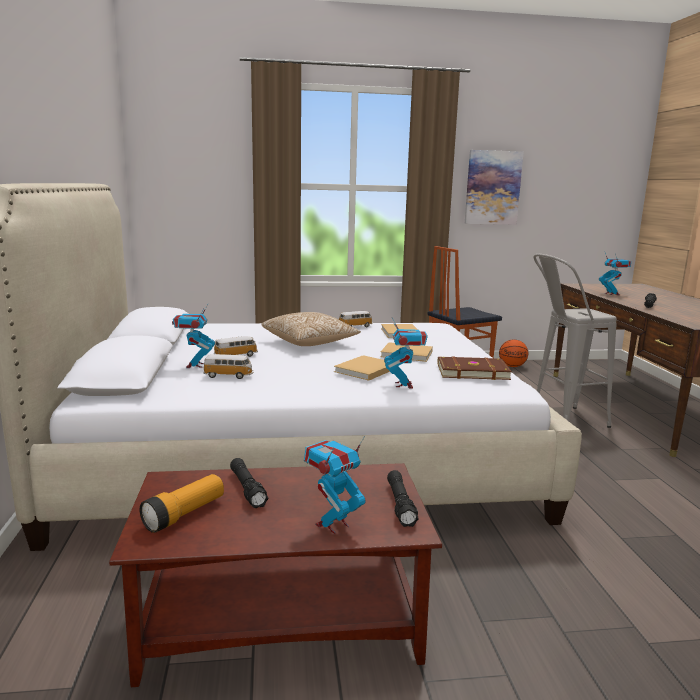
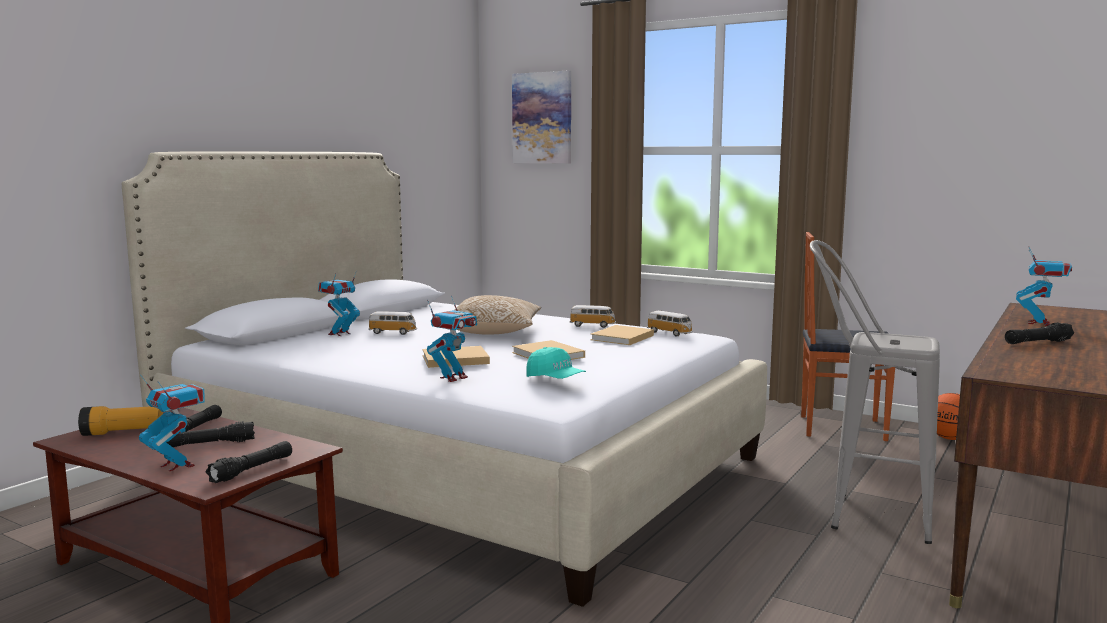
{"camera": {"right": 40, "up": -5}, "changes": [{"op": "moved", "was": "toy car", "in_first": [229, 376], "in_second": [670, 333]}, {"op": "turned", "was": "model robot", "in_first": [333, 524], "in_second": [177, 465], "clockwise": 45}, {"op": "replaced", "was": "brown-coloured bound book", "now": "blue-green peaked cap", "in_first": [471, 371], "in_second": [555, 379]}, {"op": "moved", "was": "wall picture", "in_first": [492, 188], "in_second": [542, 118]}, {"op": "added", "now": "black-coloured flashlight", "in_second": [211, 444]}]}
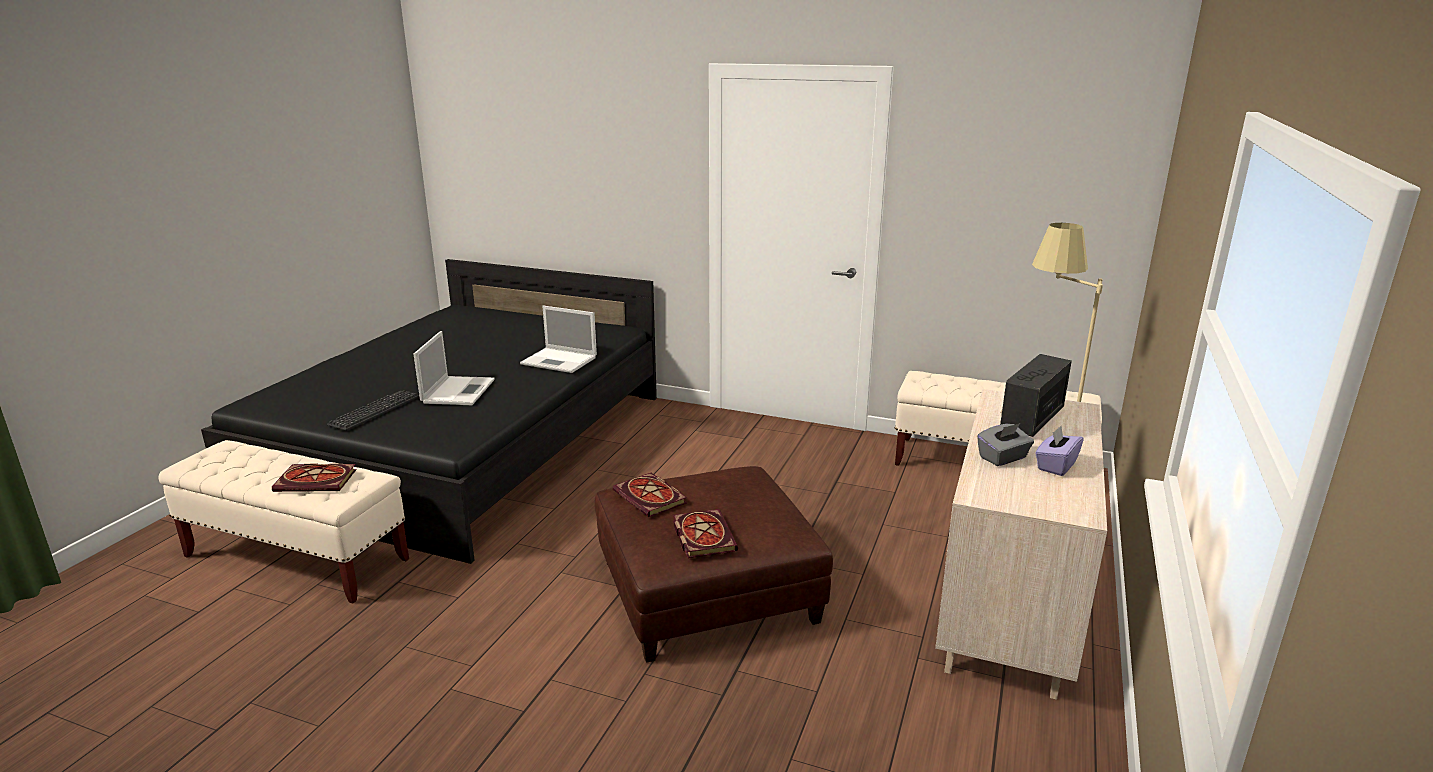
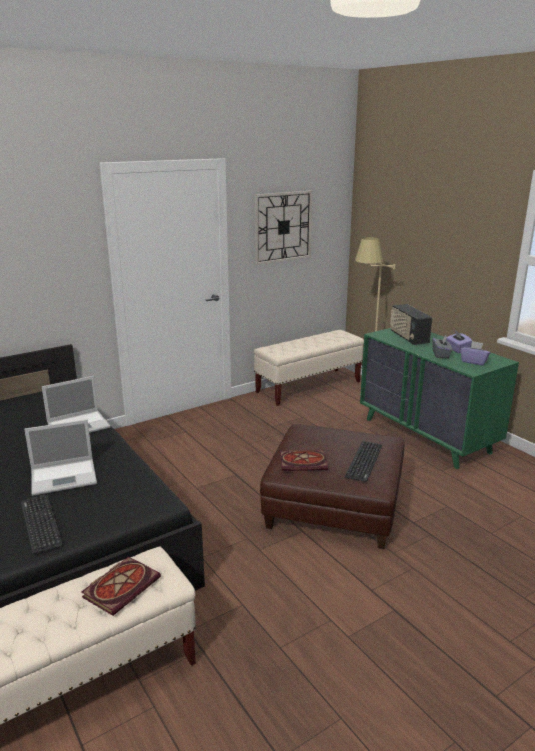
{"camera": {"right": -55, "up": 0}, "changes": [{"op": "turned", "was": "notebook computer", "in_first": [458, 391], "in_second": [65, 476], "clockwise": 120}, {"op": "replaced", "was": "bound book", "now": "keyboard", "in_first": [702, 535], "in_second": [364, 461]}, {"op": "recoloured", "was": "beige drawer chest", "now": "green drawer chest", "in_first": [1009, 611], "in_second": [427, 436]}, {"op": "added", "now": "clock on the wall", "in_second": [283, 227]}, {"op": "added", "now": "purplish tissue holder", "in_second": [474, 362]}]}
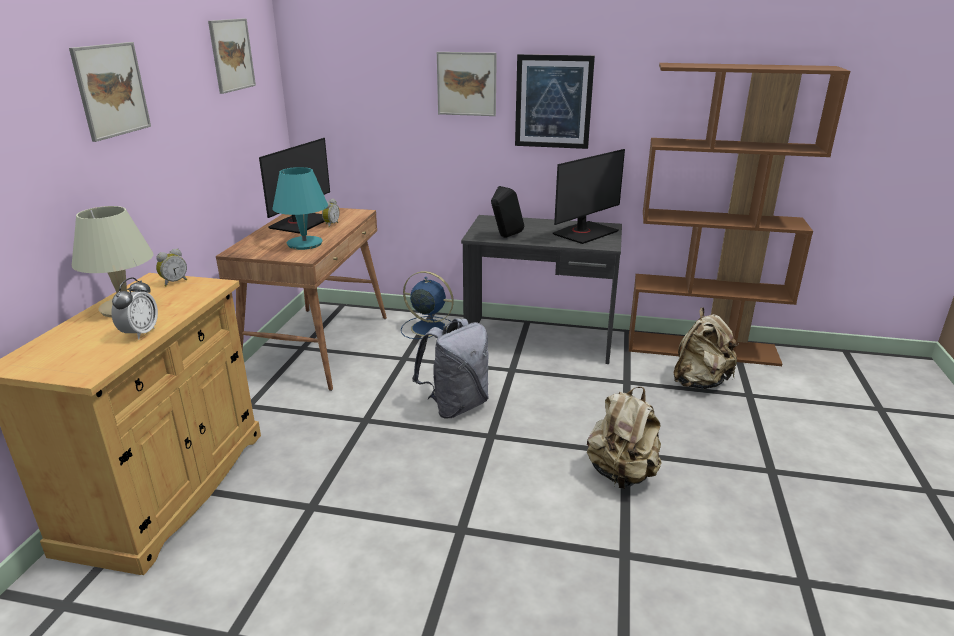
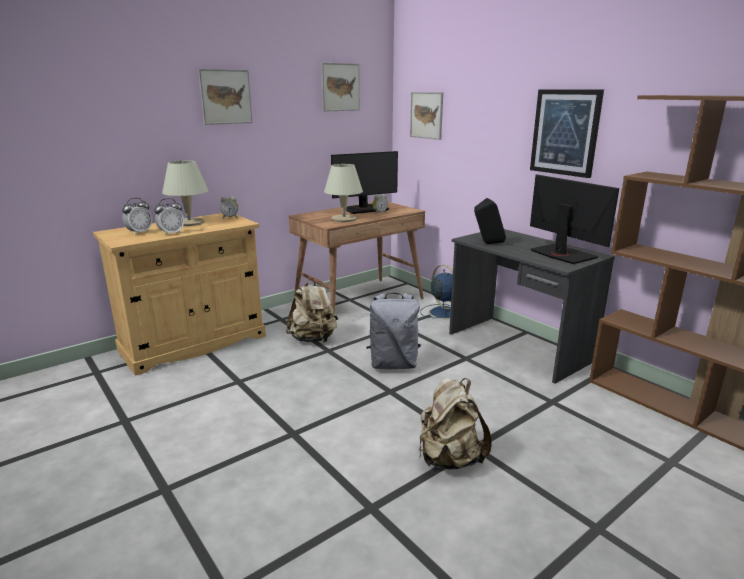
{"camera": {"right": 40, "up": -5}, "changes": [{"op": "recoloured", "was": "blue-green lamp for a table", "now": "beige lamp for a table", "in_first": [305, 243], "in_second": [344, 219]}, {"op": "moved", "was": "wall picture", "in_first": [466, 84], "in_second": [426, 115]}, {"op": "turned", "was": "monitor", "in_first": [584, 233], "in_second": [562, 254], "clockwise": -120}, {"op": "moved", "was": "beige rucksack", "in_first": [700, 382], "in_second": [313, 339]}, {"op": "added", "now": "alarm clock", "in_second": [139, 233]}]}
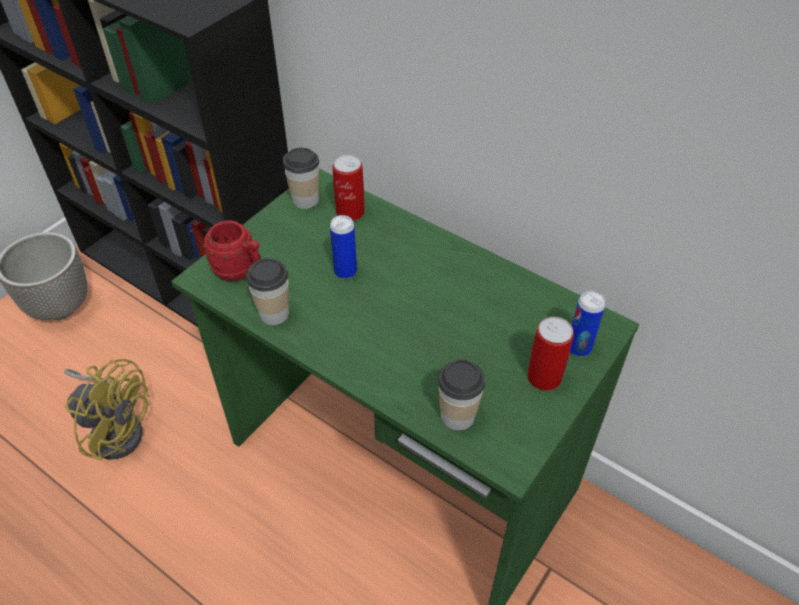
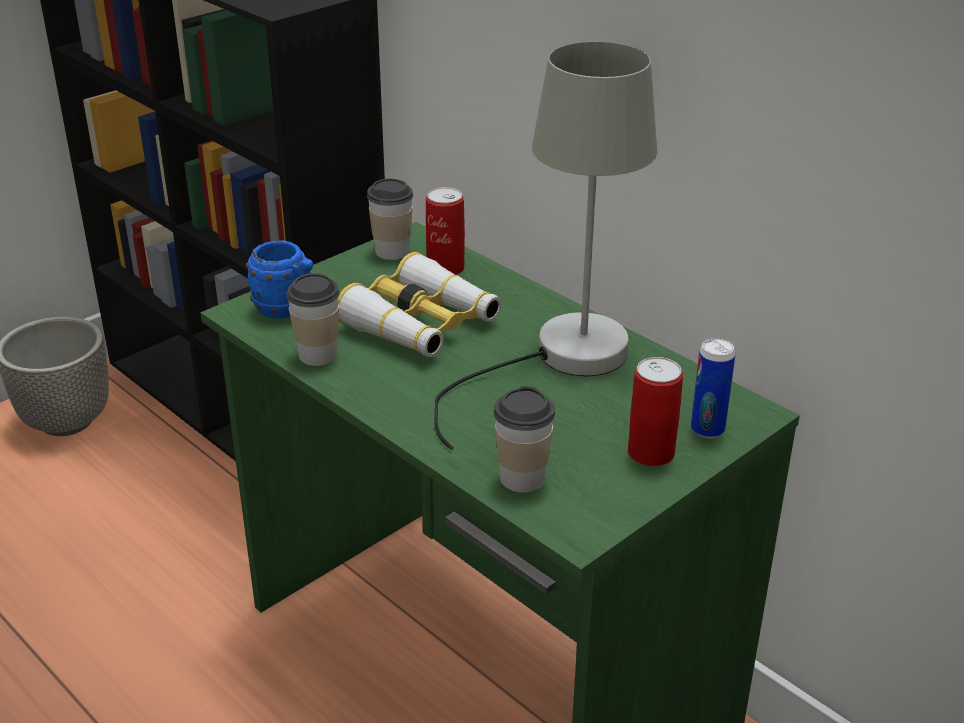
{"camera": {"right": 10, "up": -15}, "changes": [{"op": "removed", "was": "yellow fan", "in_first": [116, 428]}, {"op": "recoloured", "was": "red-coloured coffee mug", "now": "blue-coloured coffee mug", "in_first": [241, 272], "in_second": [288, 312]}, {"op": "replaced", "was": "can", "now": "binoculars", "in_first": [345, 271], "in_second": [421, 324]}, {"op": "added", "now": "greyish lamp for a table", "in_second": [559, 361]}]}
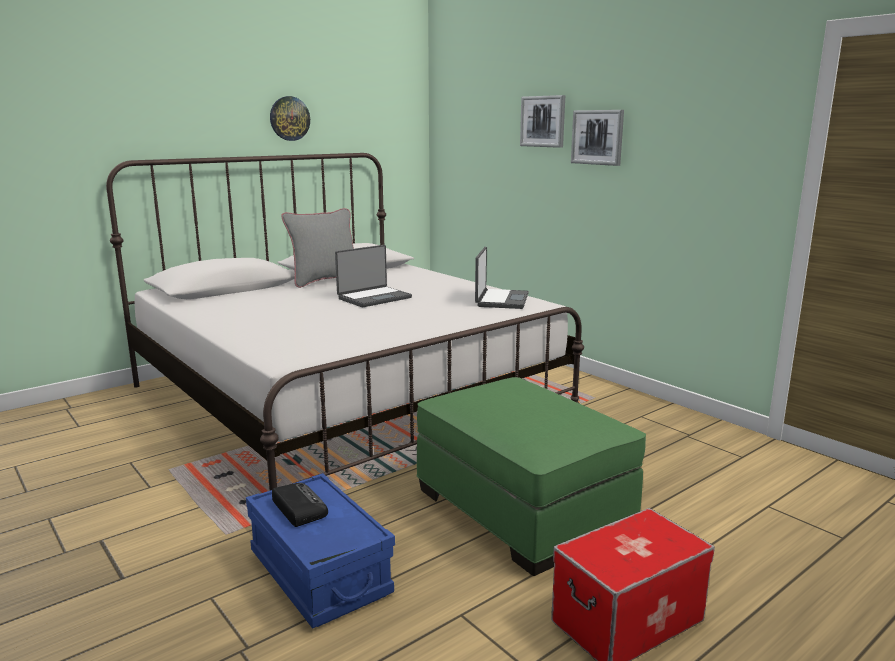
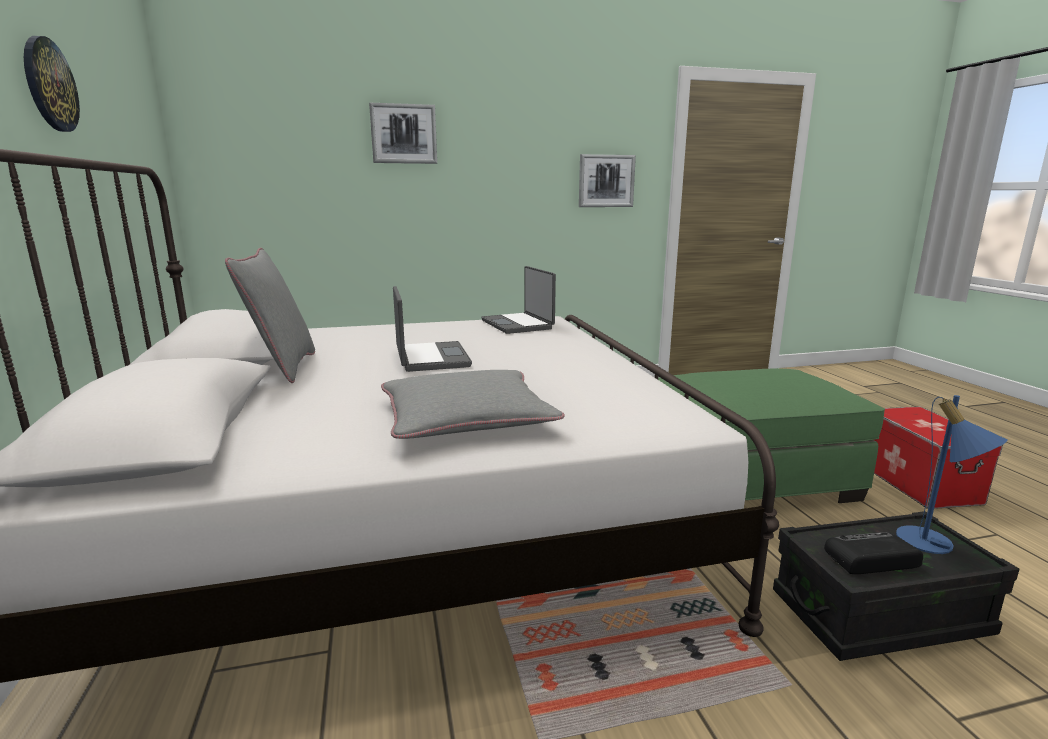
{"camera": {"right": -65, "up": 0}, "changes": [{"op": "recoloured", "was": "blue-coloured storage bin", "now": "black-coloured storage bin", "in_first": [319, 573], "in_second": [878, 614]}, {"op": "turned", "was": "notebook computer", "in_first": [501, 300], "in_second": [518, 324], "clockwise": -150}, {"op": "moved", "was": "wall picture", "in_first": [597, 137], "in_second": [606, 181]}, {"op": "added", "now": "greyish throw pillow", "in_second": [466, 417]}, {"op": "added", "now": "blue-coloured lamp for a table", "in_second": [933, 545]}]}
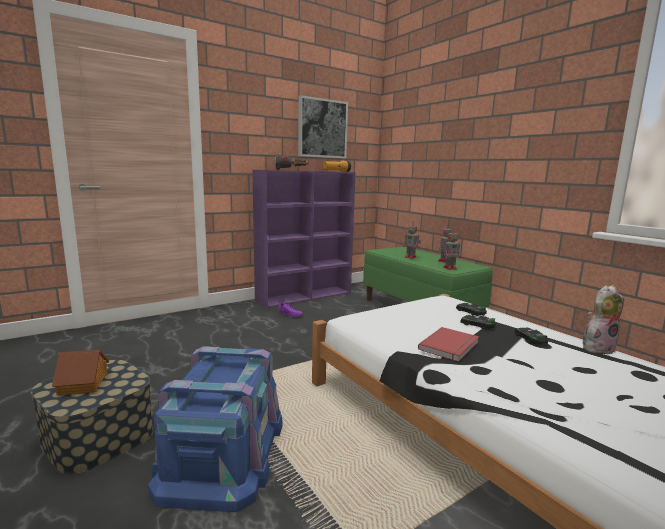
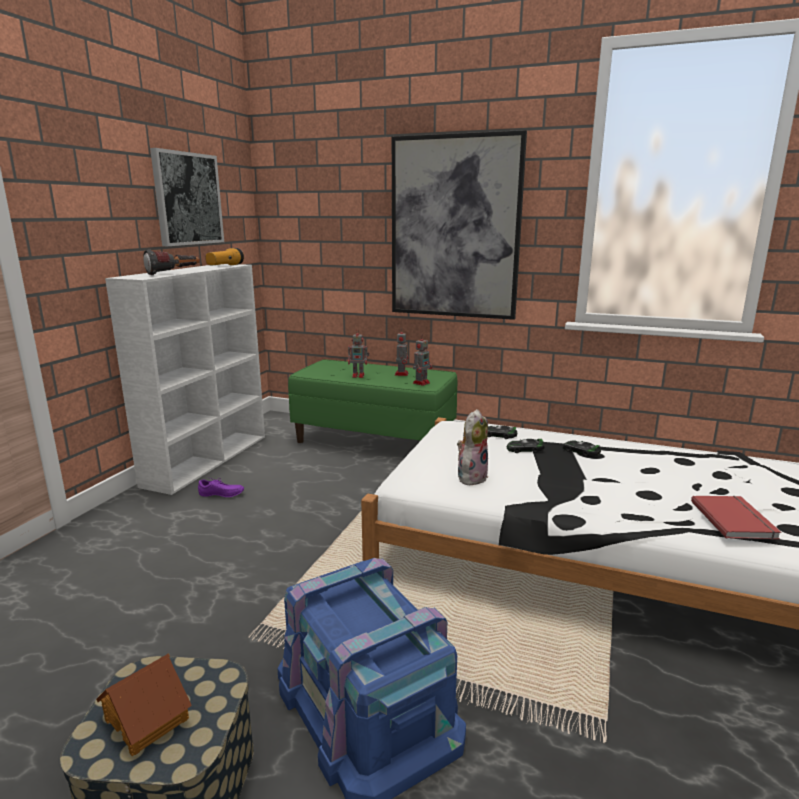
{"camera": {"right": -35, "up": 5}, "changes": [{"op": "recoloured", "was": "purplish bookcase", "now": "whitish bookcase", "in_first": [305, 296], "in_second": [208, 459]}, {"op": "moved", "was": "red-coloured bound book", "in_first": [451, 346], "in_second": [735, 519]}, {"op": "moved", "was": "cuddly toy", "in_first": [597, 348], "in_second": [471, 477]}, {"op": "added", "now": "wall picture", "in_second": [455, 228]}]}
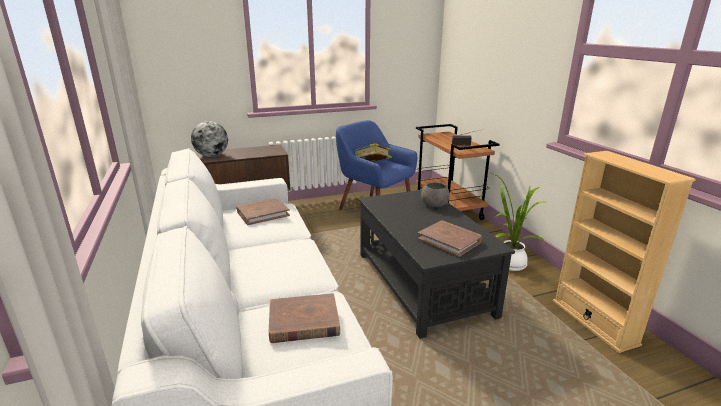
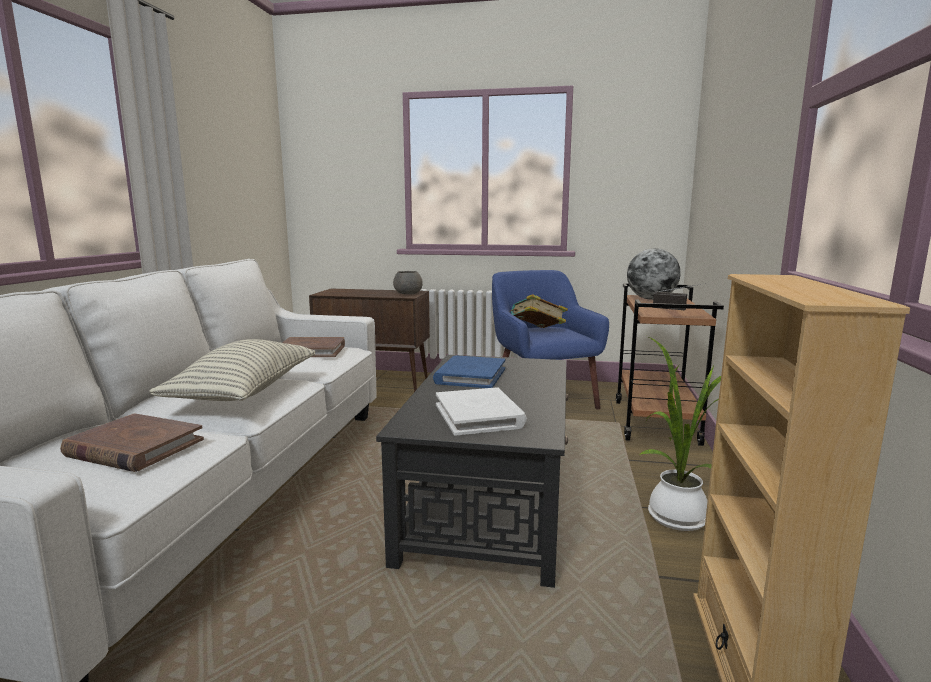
{"camera": {"right": 30, "up": -10}, "changes": [{"op": "moved", "was": "globe", "in_first": [212, 156], "in_second": [651, 299]}, {"op": "recoloured", "was": "brown-coloured bound book", "now": "whitish bound book", "in_first": [449, 240], "in_second": [479, 415]}, {"op": "moved", "was": "greyish serving bowl", "in_first": [435, 204], "in_second": [408, 293]}, {"op": "added", "now": "throw pillow", "in_second": [245, 392]}, {"op": "added", "now": "blue-coloured bound book", "in_second": [470, 376]}]}
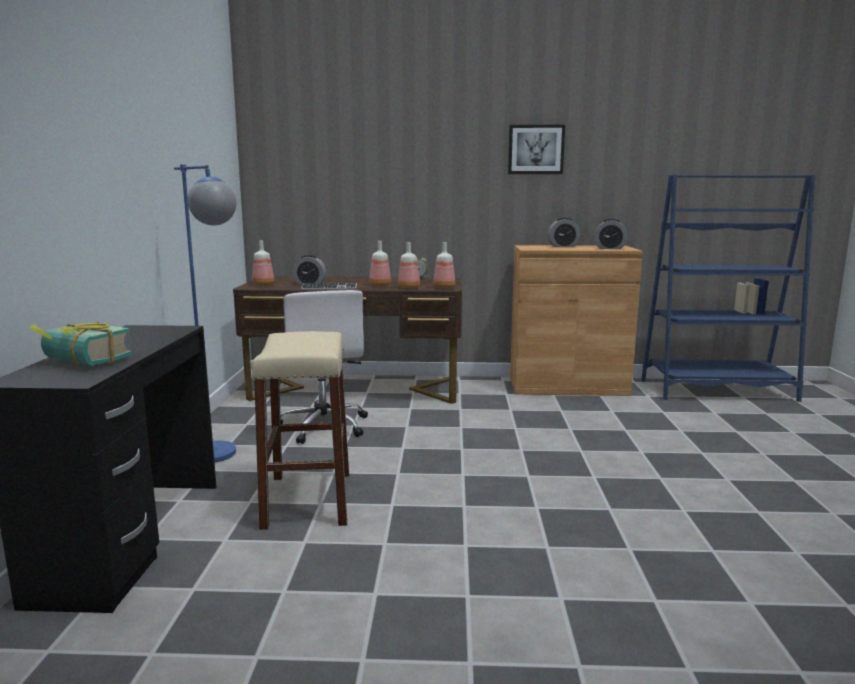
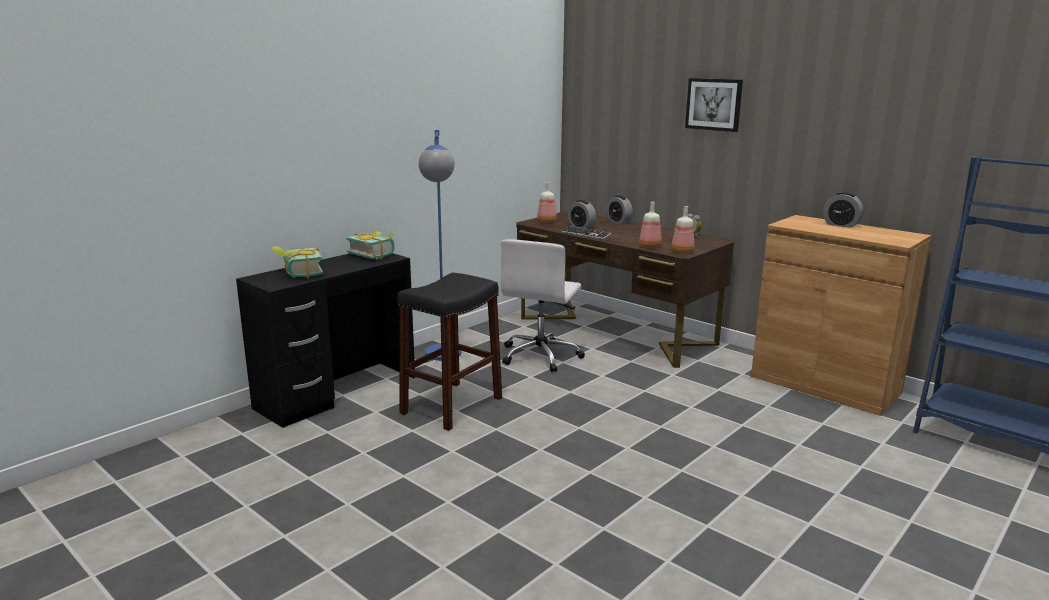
{"camera": {"right": 40, "up": 5}, "changes": [{"op": "recoloured", "was": "beige stool", "now": "black-coloured stool", "in_first": [308, 500], "in_second": [451, 405]}, {"op": "removed", "was": "bottle", "in_first": [379, 285]}, {"op": "moved", "was": "wall picture", "in_first": [536, 149], "in_second": [714, 104]}, {"op": "moved", "was": "alarm clock", "in_first": [609, 248], "in_second": [618, 221]}, {"op": "added", "now": "bound book", "in_second": [374, 254]}]}
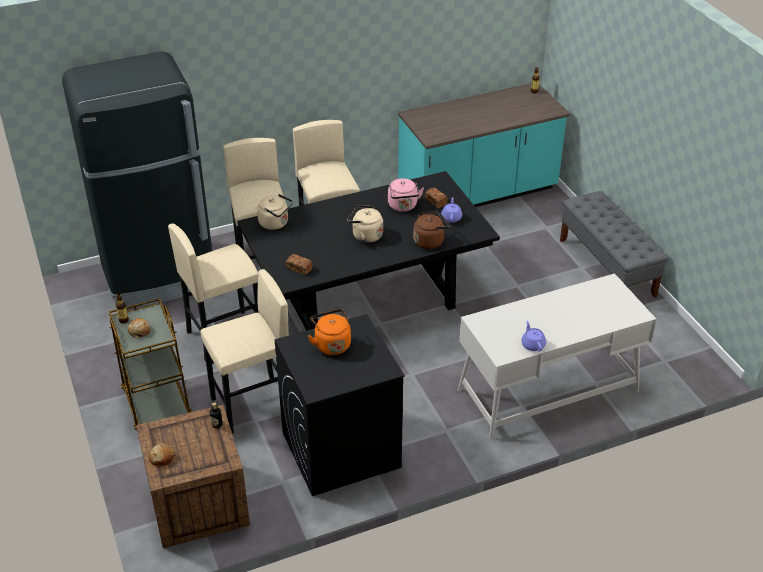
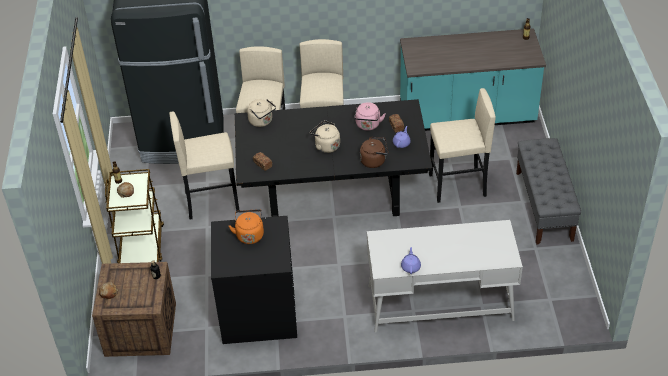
{"camera": {"right": 20, "up": 5}, "changes": [{"op": "moved", "was": "beige stool", "in_first": [252, 406], "in_second": [457, 186]}]}
